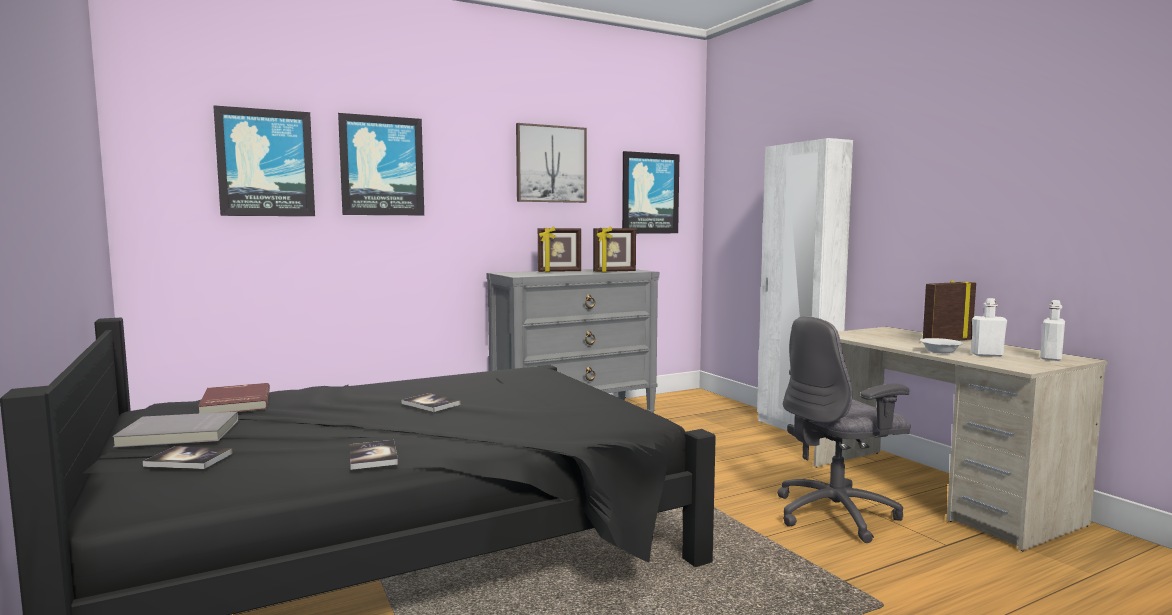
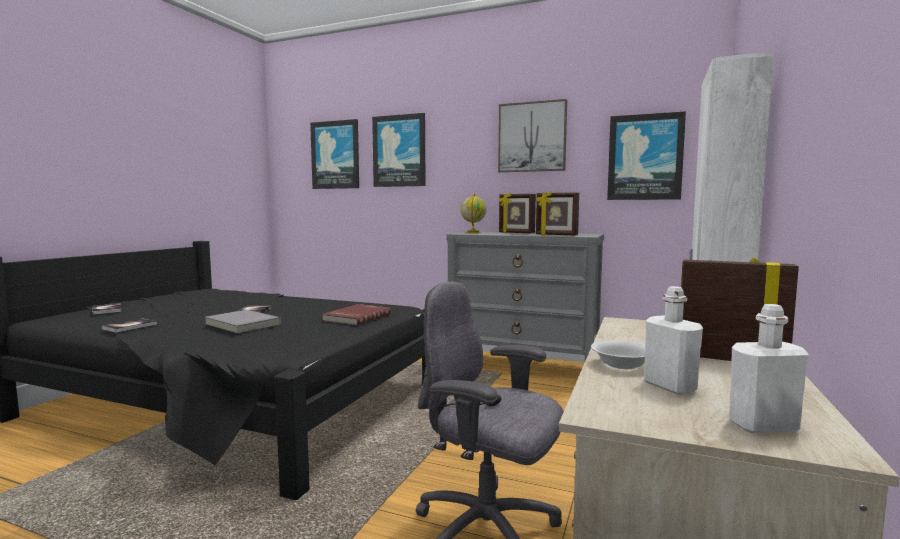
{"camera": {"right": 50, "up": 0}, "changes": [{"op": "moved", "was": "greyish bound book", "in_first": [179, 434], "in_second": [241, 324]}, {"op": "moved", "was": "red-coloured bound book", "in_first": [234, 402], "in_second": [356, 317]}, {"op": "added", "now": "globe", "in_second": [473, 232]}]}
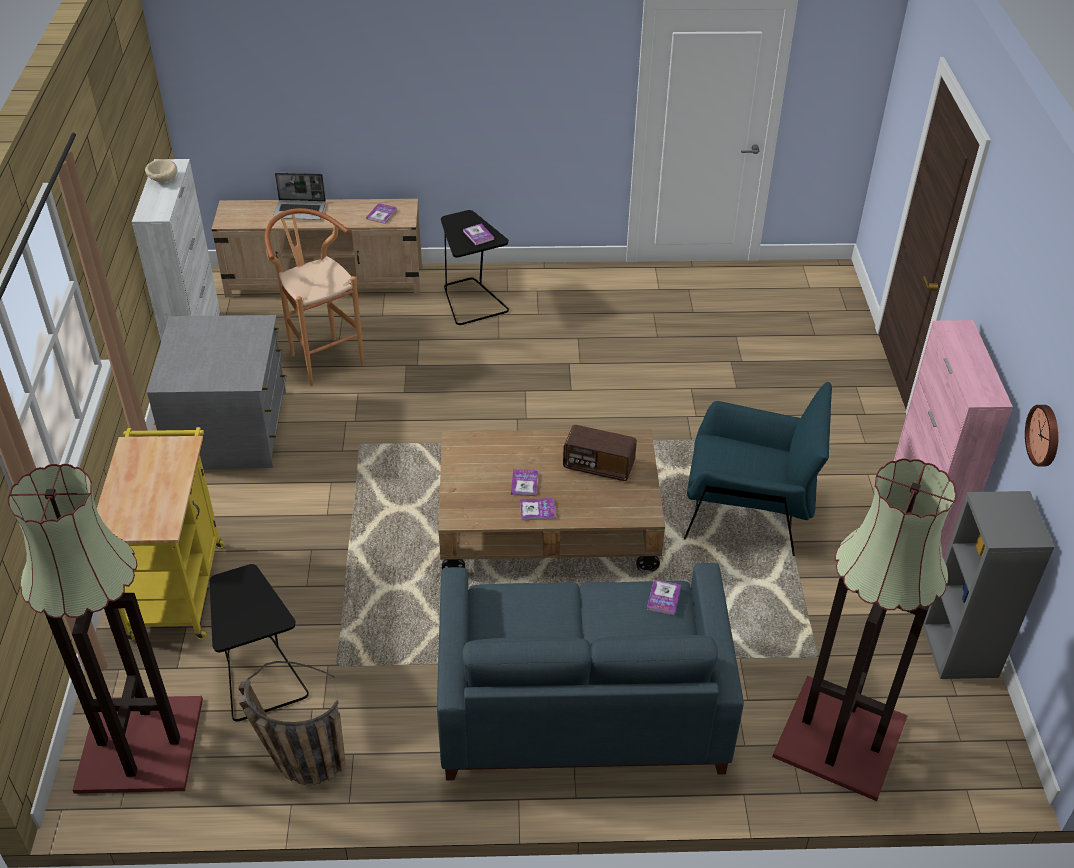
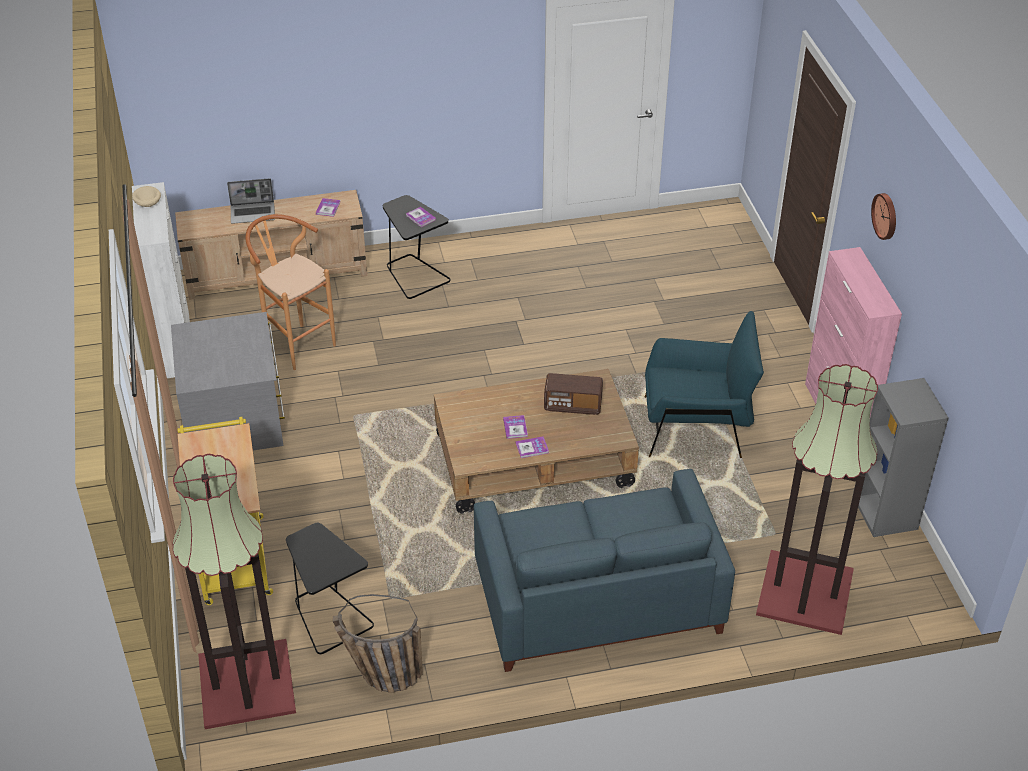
{"camera": {"right": -10, "up": 0}, "changes": [{"op": "removed", "was": "bound book", "in_first": [664, 598]}, {"op": "moved", "was": "clock on the wall", "in_first": [1045, 435], "in_second": [886, 216]}]}
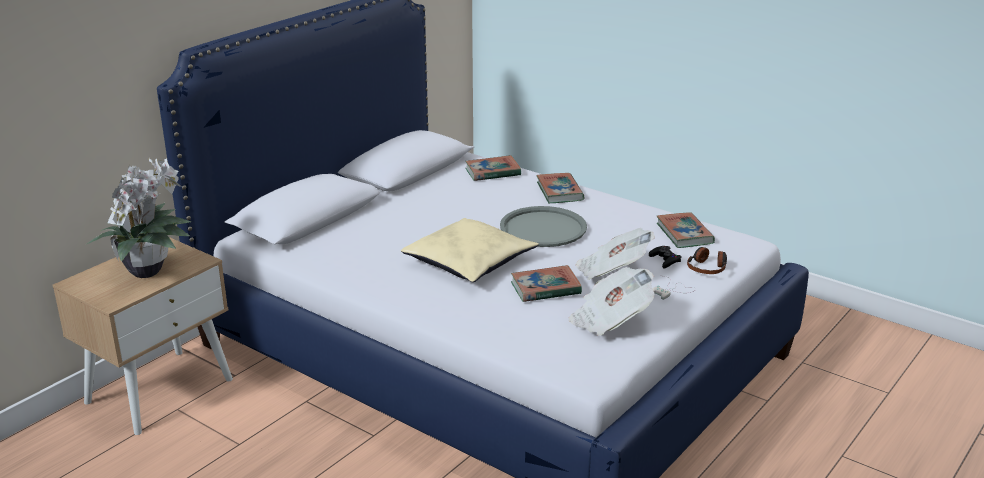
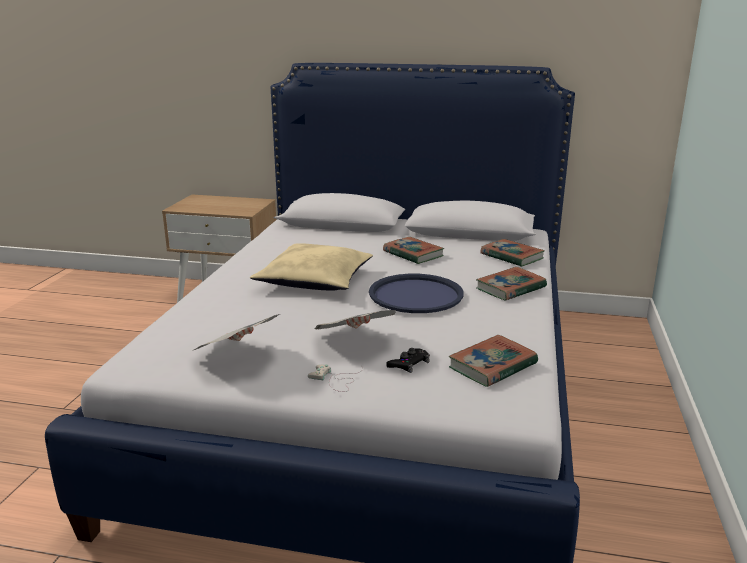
{"camera": {"right": 65, "up": -5}, "changes": [{"op": "removed", "was": "plant in a pot", "in_first": [149, 270]}, {"op": "recoloured", "was": "greyish carrying tray", "now": "blue-coloured carrying tray", "in_first": [543, 228], "in_second": [416, 295]}, {"op": "moved", "was": "bound book", "in_first": [545, 288], "in_second": [413, 254]}, {"op": "removed", "was": "headset", "in_first": [707, 268]}]}
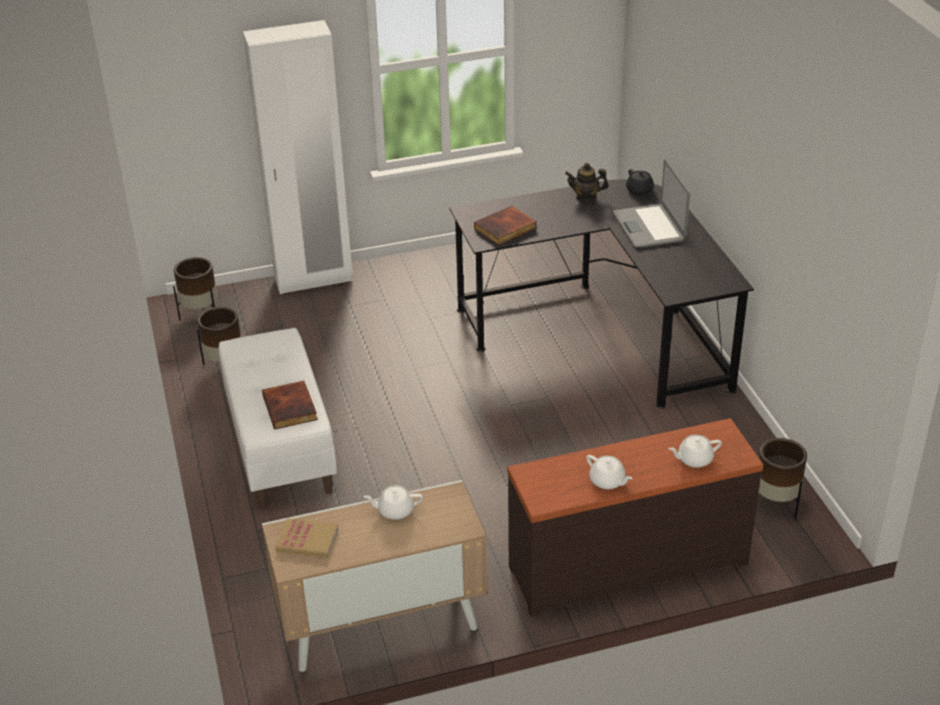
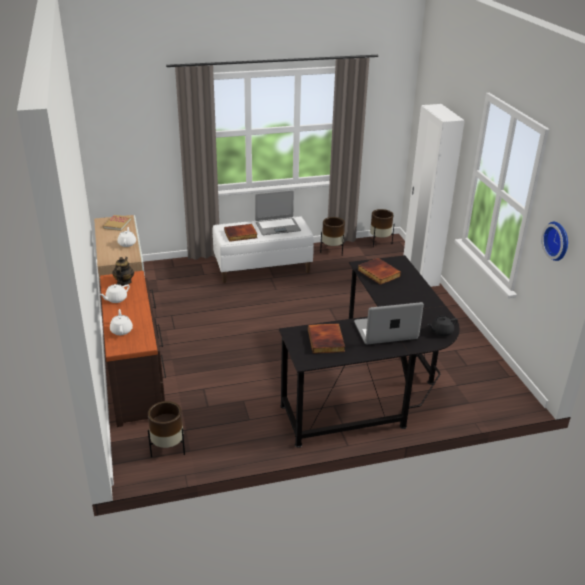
{"camera": {"right": 90, "up": -5}, "changes": [{"op": "moved", "was": "tea pot", "in_first": [586, 198], "in_second": [124, 282]}, {"op": "added", "now": "notebook computer", "in_second": [277, 227]}, {"op": "added", "now": "bound book", "in_second": [327, 341]}, {"op": "added", "now": "clock on the wall", "in_second": [558, 240]}]}
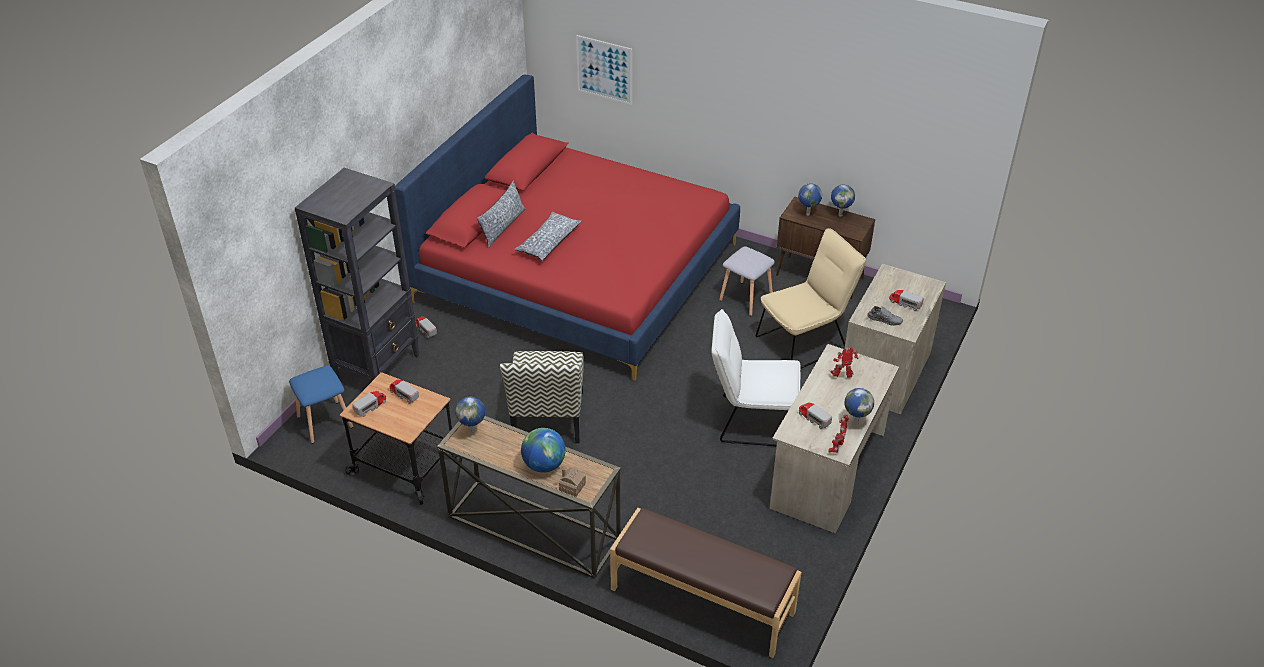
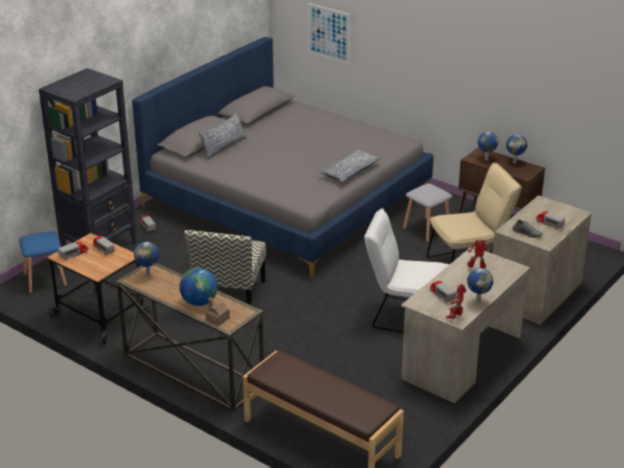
{"camera": {"right": 10, "up": -10}, "changes": [{"op": "recoloured", "was": "red-coloured bedroom bed", "now": "greyish bedroom bed", "in_first": [578, 272], "in_second": [287, 199]}, {"op": "moved", "was": "throw pillow", "in_first": [548, 242], "in_second": [350, 172]}]}
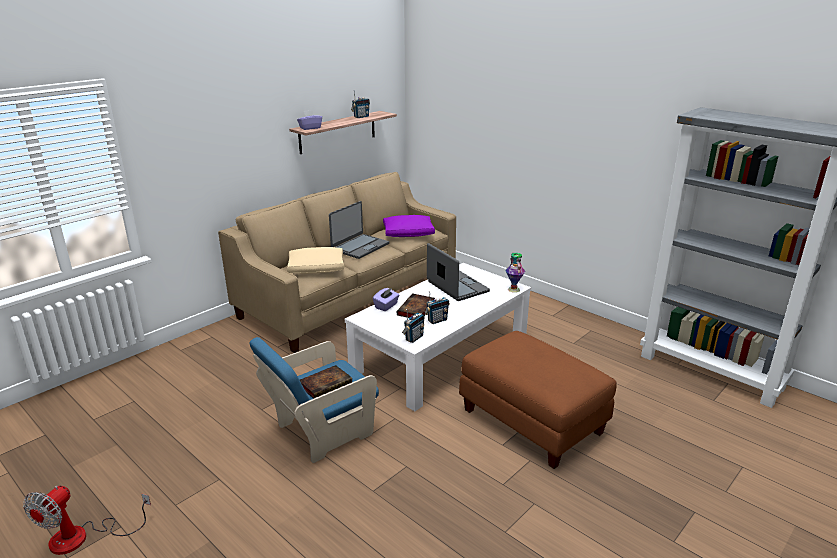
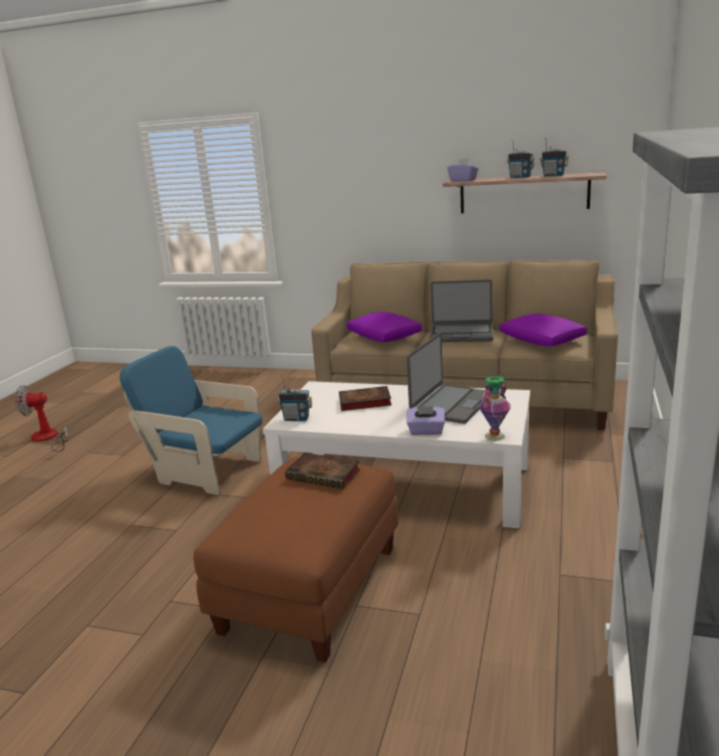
{"camera": {"right": 65, "up": -5}, "changes": [{"op": "recoloured", "was": "beige throw pillow", "now": "purplish throw pillow", "in_first": [315, 268], "in_second": [383, 336]}, {"op": "moved", "was": "bound book", "in_first": [326, 384], "in_second": [325, 474]}, {"op": "moved", "was": "purplish tissue holder", "in_first": [386, 306], "in_second": [426, 431]}, {"op": "moved", "was": "radio", "in_first": [437, 320], "in_second": [520, 177]}]}
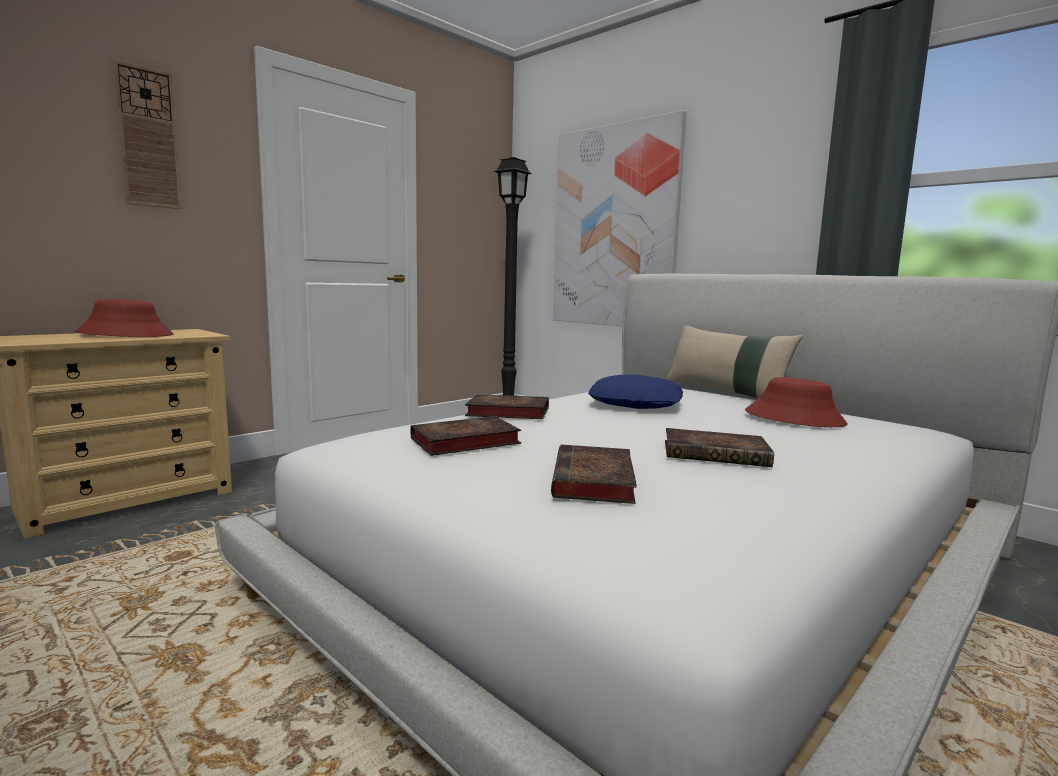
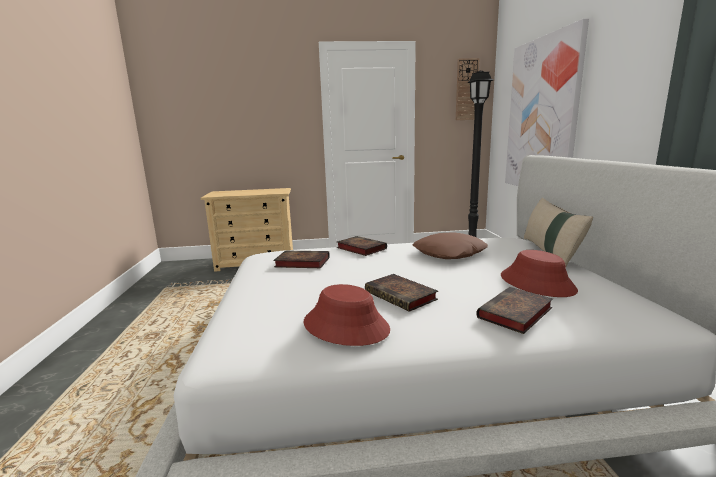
{"camera": {"right": 40, "up": 5}, "changes": [{"op": "moved", "was": "red-coloured hat", "in_first": [126, 334], "in_second": [346, 326]}, {"op": "moved", "was": "clock on the wall", "in_first": [148, 138], "in_second": [466, 90]}, {"op": "moved", "was": "bound book", "in_first": [594, 482], "in_second": [515, 314]}, {"op": "recoloured", "was": "blue-coloured throw pillow", "now": "brown-coloured throw pillow", "in_first": [636, 404], "in_second": [449, 253]}]}
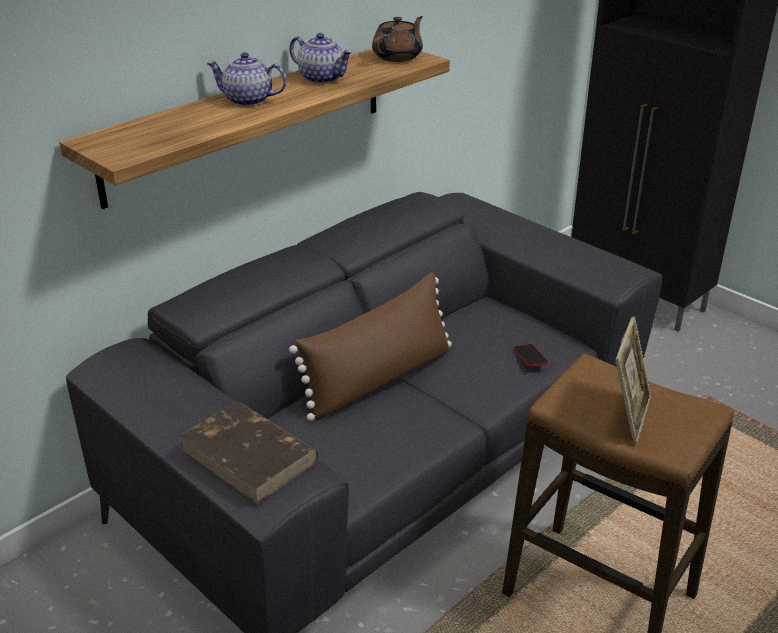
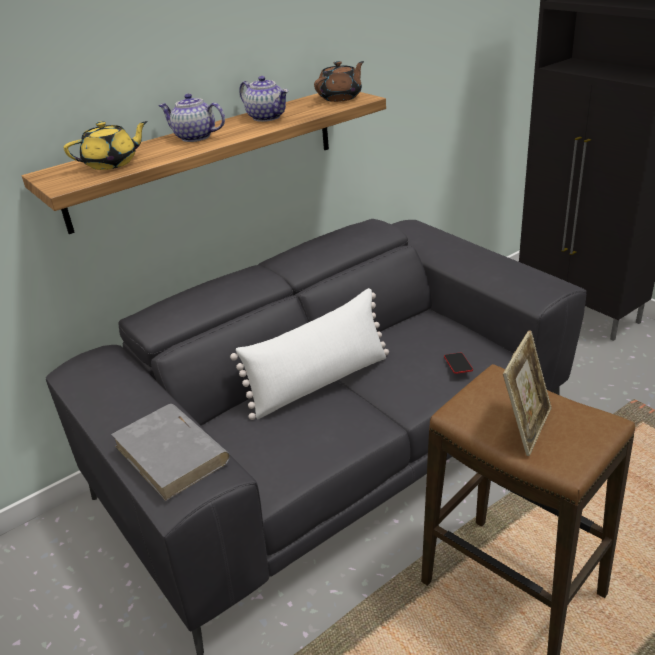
{"camera": {"right": 10, "up": 0}, "changes": [{"op": "recoloured", "was": "brown-coloured bound book", "now": "greyish bound book", "in_first": [250, 456], "in_second": [172, 454]}, {"op": "recoloured", "was": "brown-coloured throw pillow", "now": "whitish throw pillow", "in_first": [379, 379], "in_second": [320, 382]}, {"op": "added", "now": "yellow tea pot", "in_second": [112, 163]}]}
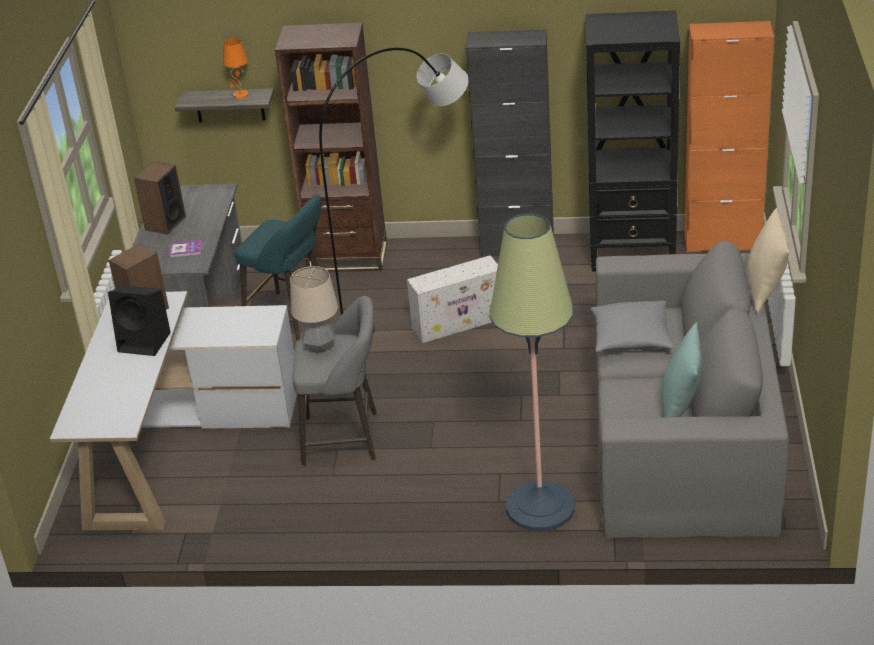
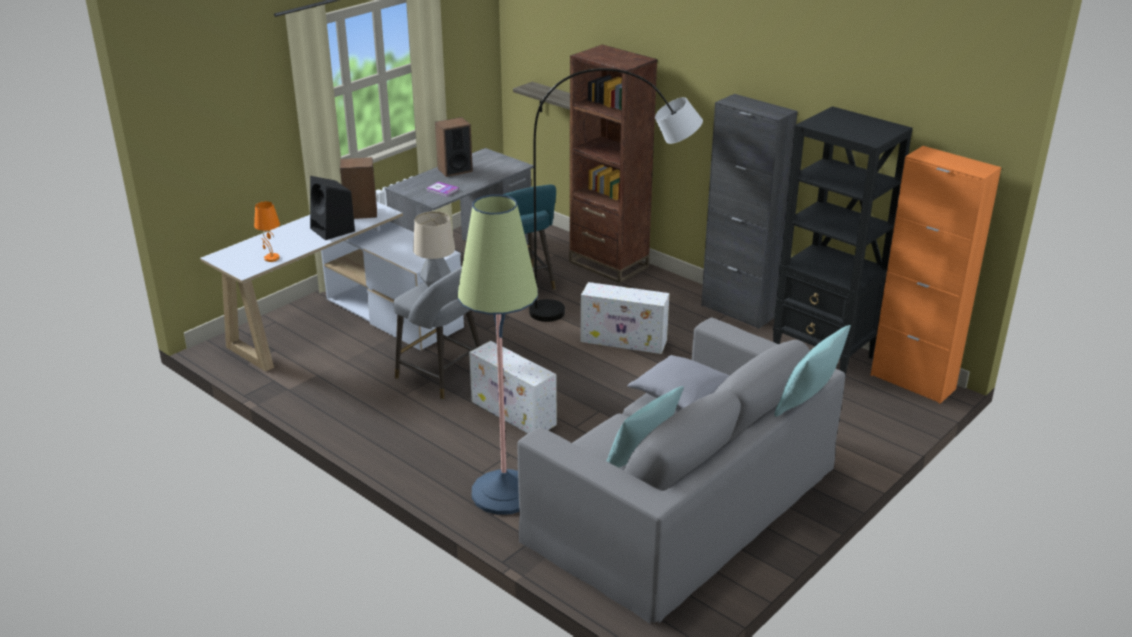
{"camera": {"right": 35, "up": -5}, "changes": [{"op": "moved", "was": "orange lamp for a table", "in_first": [240, 95], "in_second": [271, 258]}, {"op": "recoloured", "was": "beige throw pillow", "now": "blue-green throw pillow", "in_first": [765, 292], "in_second": [808, 404]}, {"op": "added", "now": "whitish storage bin", "in_second": [514, 413]}]}
